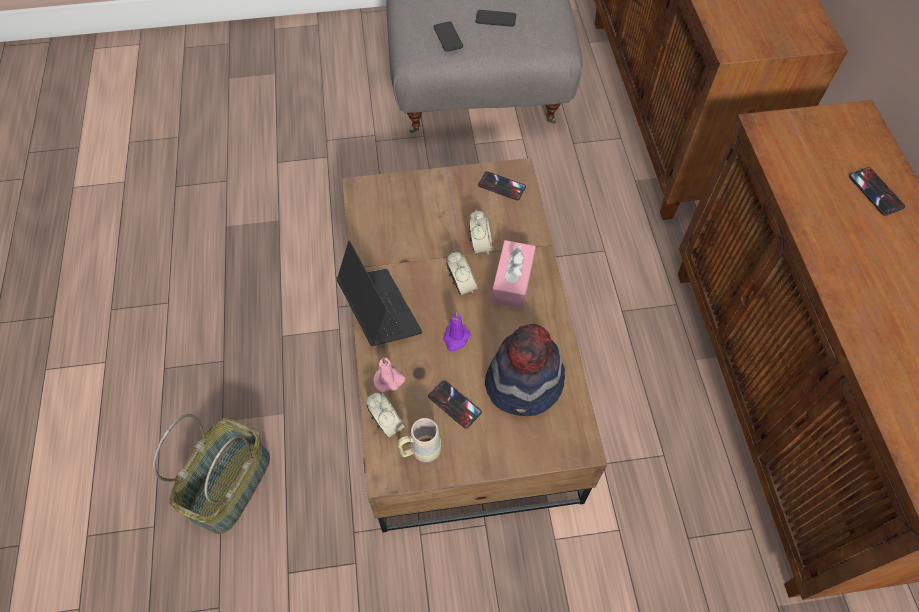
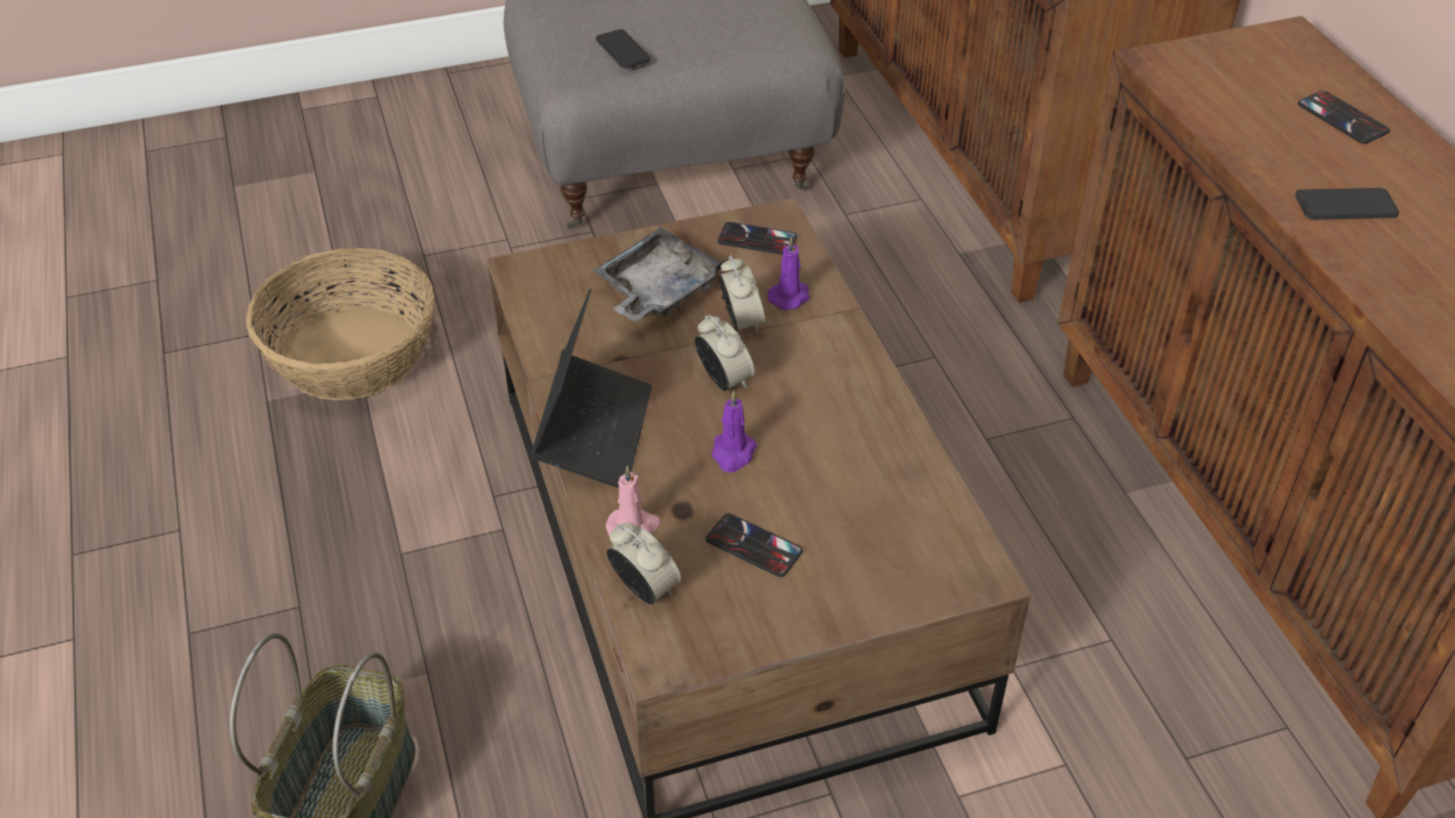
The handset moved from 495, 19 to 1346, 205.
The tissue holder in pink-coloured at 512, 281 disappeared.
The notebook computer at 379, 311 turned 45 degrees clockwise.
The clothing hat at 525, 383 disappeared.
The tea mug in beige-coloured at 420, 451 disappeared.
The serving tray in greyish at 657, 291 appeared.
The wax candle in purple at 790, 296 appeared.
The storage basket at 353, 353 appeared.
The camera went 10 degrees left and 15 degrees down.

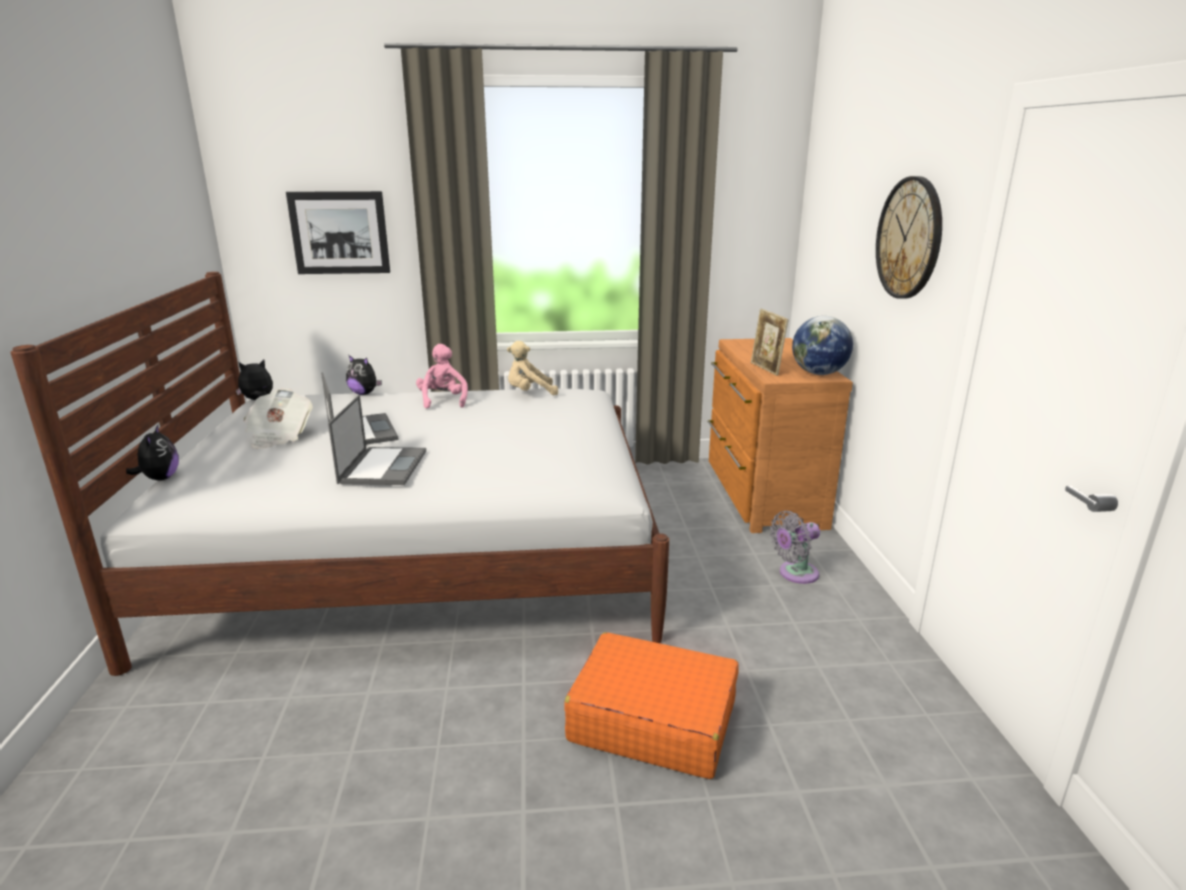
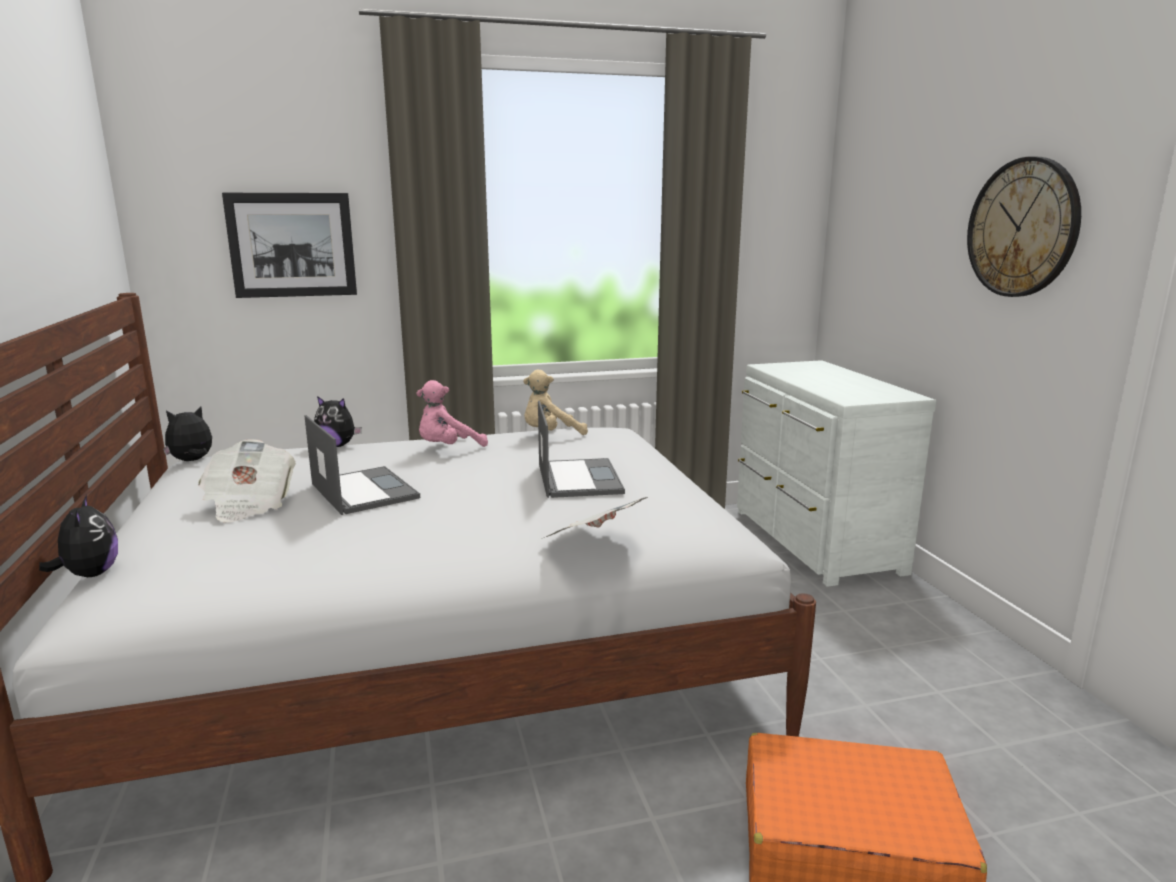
The picture frame at 766, 369 disappeared.
The world globe at 818, 373 disappeared.
The dresser in brownish at 761, 495 became the dresser in white-coloured at 812, 541.
The soft toy in pink-coloured at 443, 401 turned 105 degrees counterclockwise.
The notebook computer moved from 383, 466 to 578, 478.
The fan in greyish at 795, 574 disappeared.
The newspaper at 593, 544 appeared.
The camera went 10 degrees left and 5 degrees down.

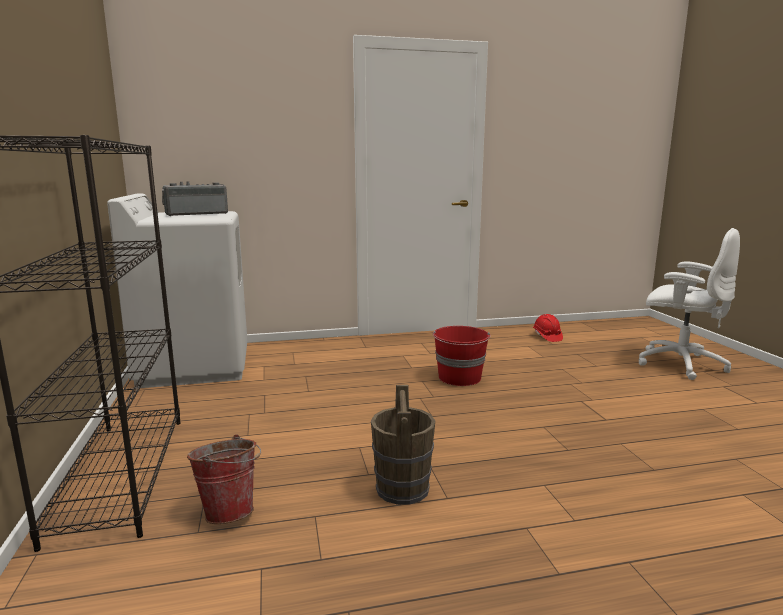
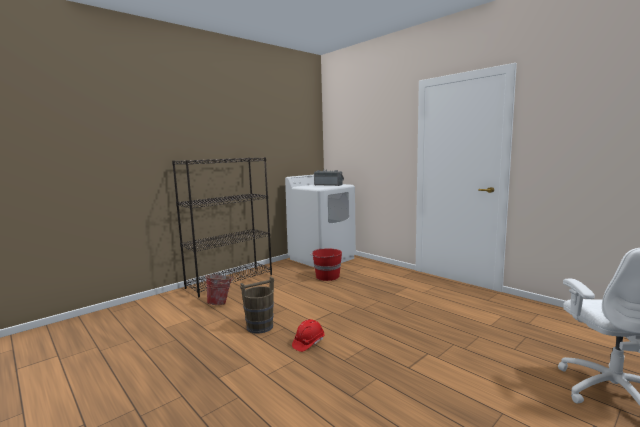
The hard hat in red moved from 547, 336 to 308, 343.
The pail in red moved from 460, 378 to 327, 277.
The camera went 60 degrees right and 5 degrees down.

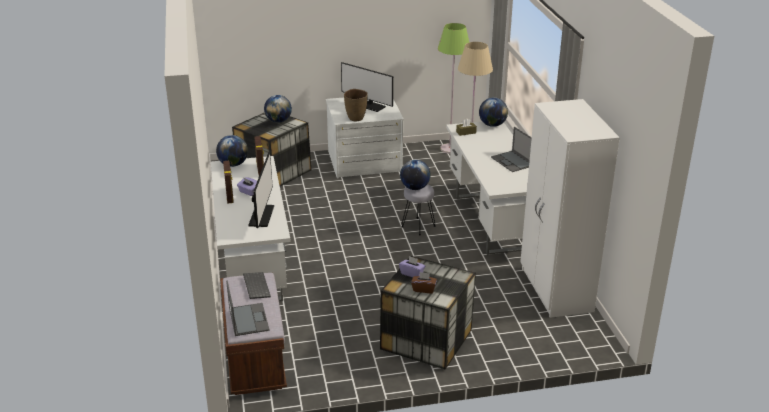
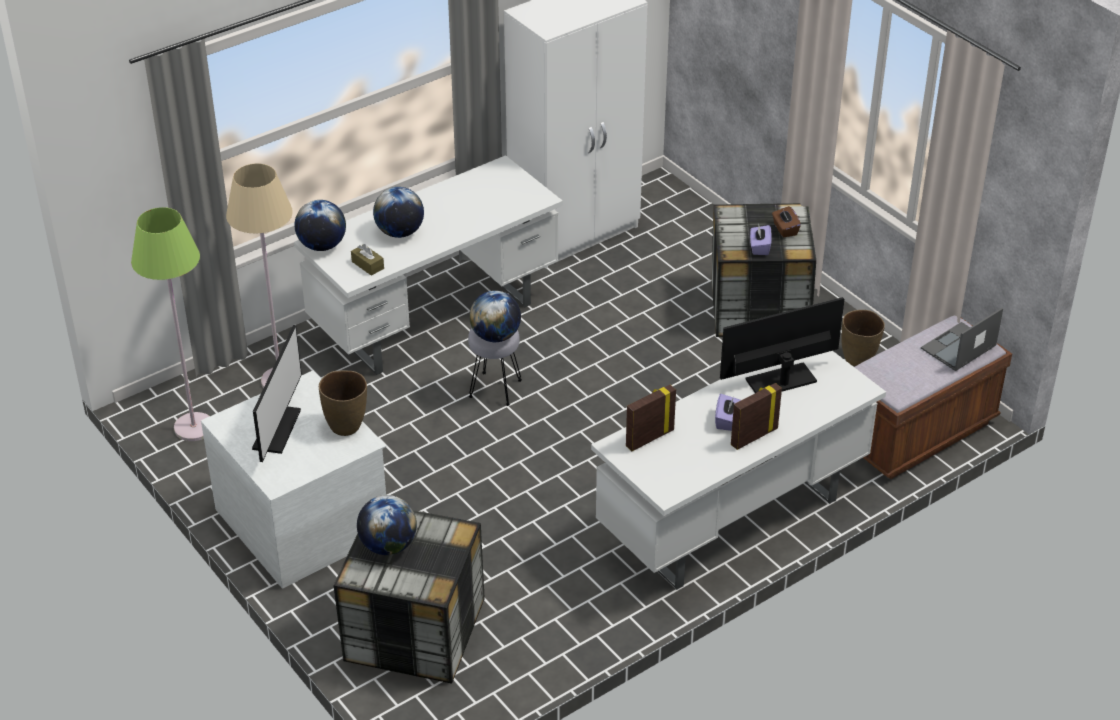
The notebook computer at 513, 162 disappeared.
The world globe moved from 233, 164 to 400, 232.
The keyboard at 255, 286 disappeared.
The vase in brownish at 858, 359 appeared.
The camera went 115 degrees left and 10 degrees up.

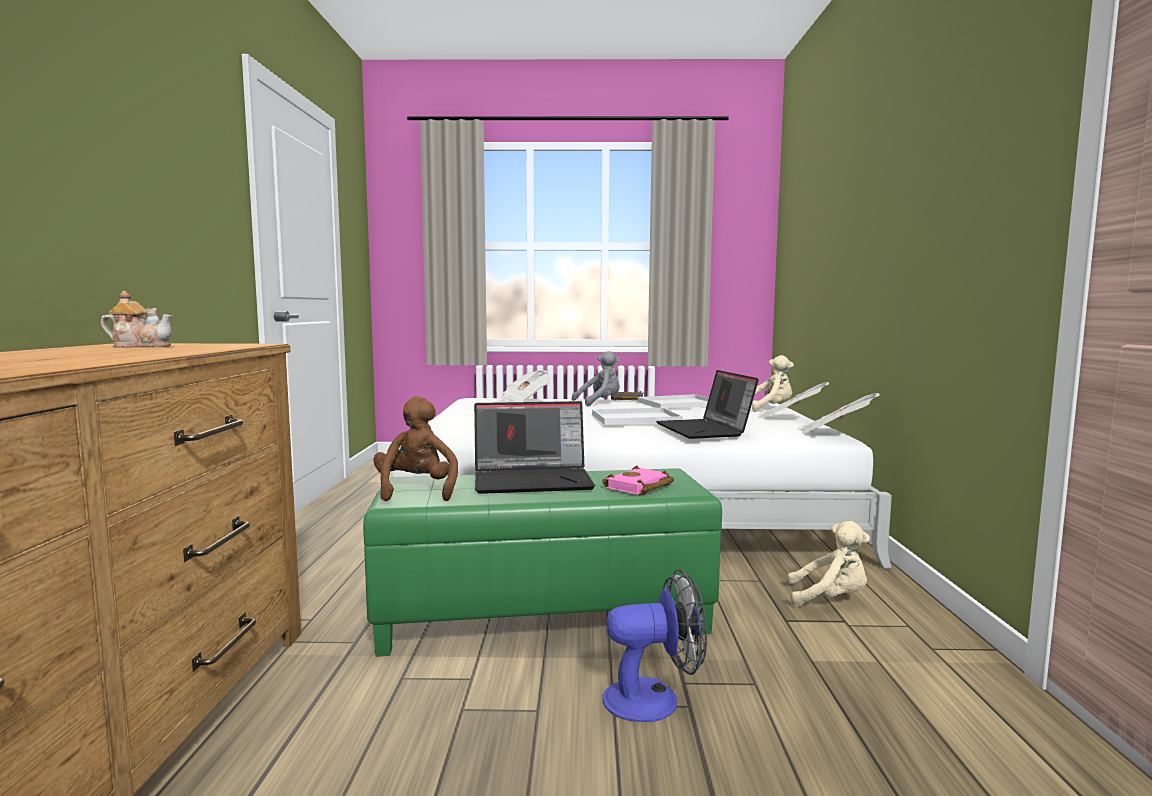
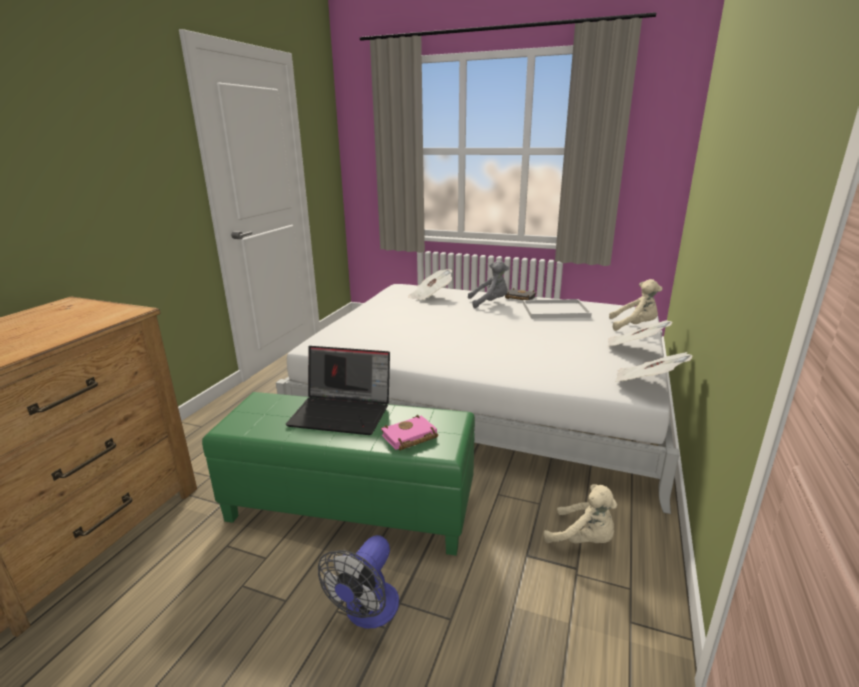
The tea pot at 141, 346 disappeared.
The notebook computer at 705, 430 disappeared.
The soft toy in brownish at 416, 491 disappeared.
The serving tray in white-coloured at 634, 418 disappeared.
The fan at 654, 699 turned 105 degrees clockwise.
The camera went 20 degrees right and 15 degrees up.

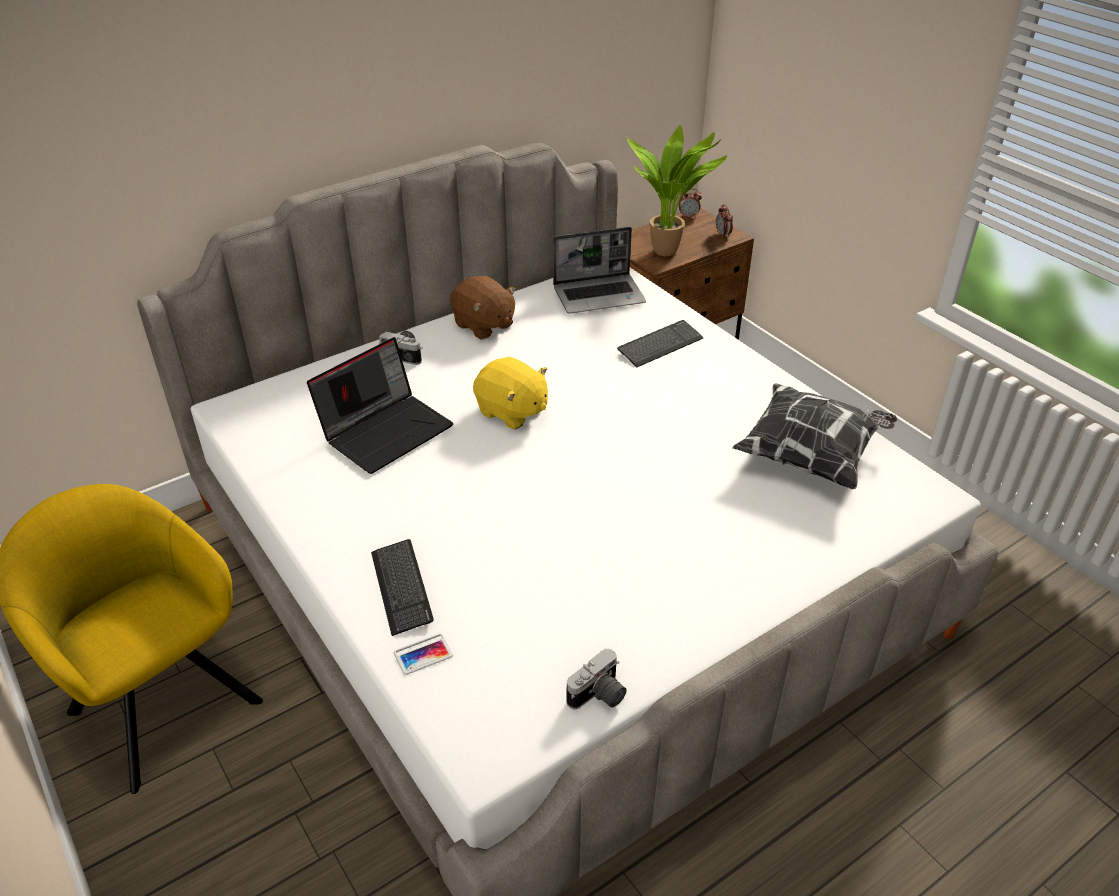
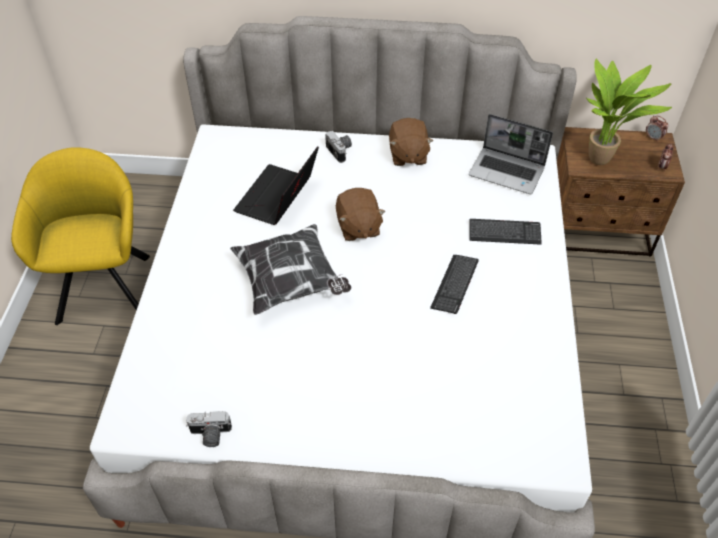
The notebook computer at 386, 430 turned 120 degrees clockwise.
The soft toy in yellow at 512, 411 became the soft toy in brownish at 358, 227.
The pillow moved from 811, 455 to 291, 283.
The keyboard moved from 401, 588 to 454, 285.
The handset at 423, 654 disappeared.
The camera went 40 degrees right and 10 degrees up.

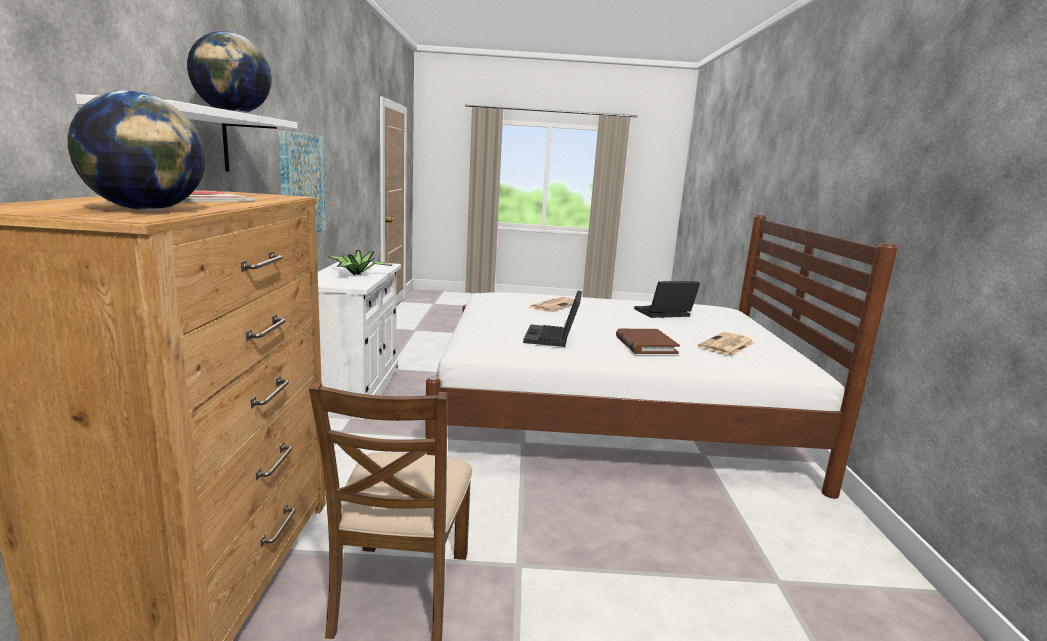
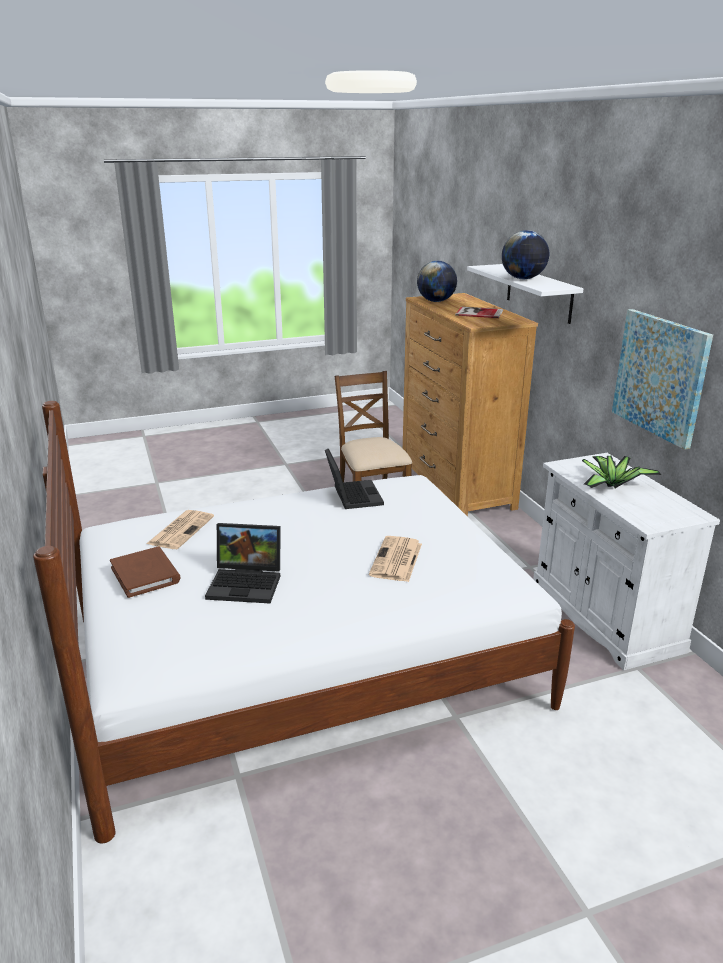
The notebook computer at 663, 314 turned 45 degrees clockwise.
The book in brownish moved from 645, 345 to 145, 575.
The camera went 160 degrees right and 10 degrees up.

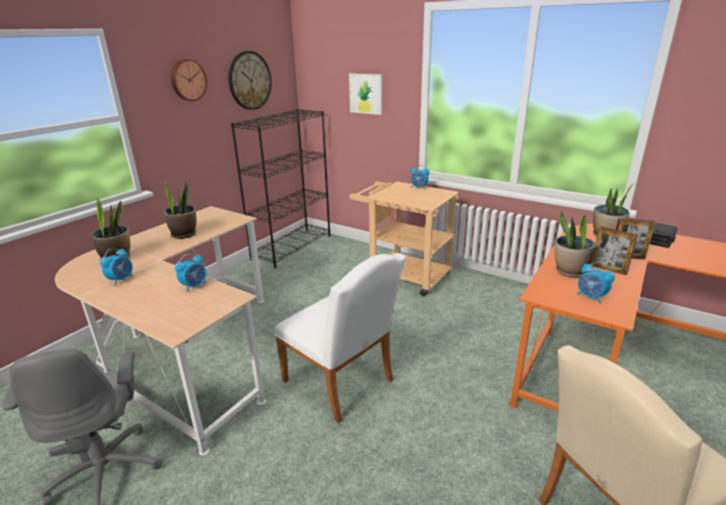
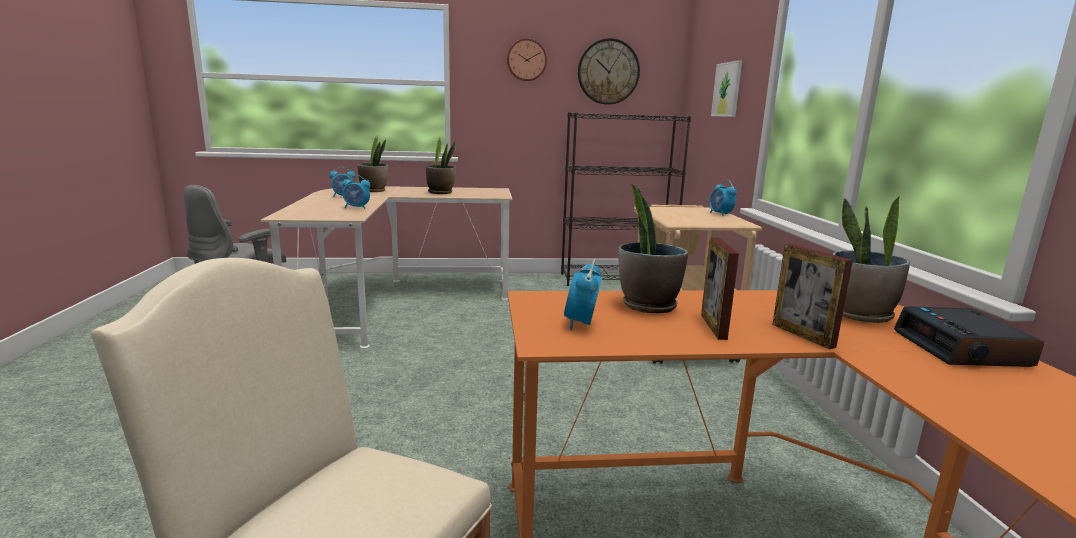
The plain chair in white-coloured at 342, 384 disappeared.
The camera went 50 degrees right and 10 degrees down.

